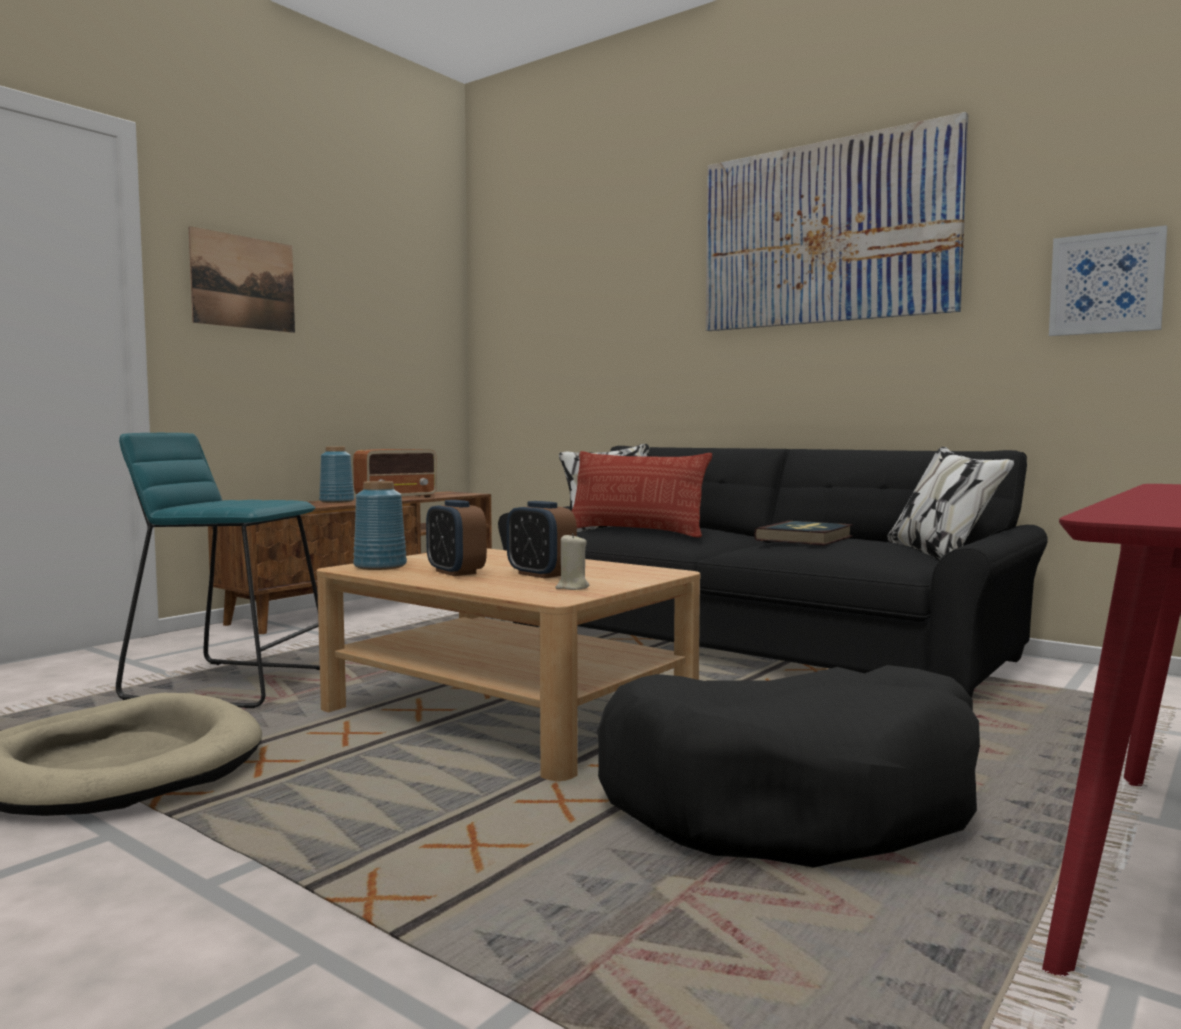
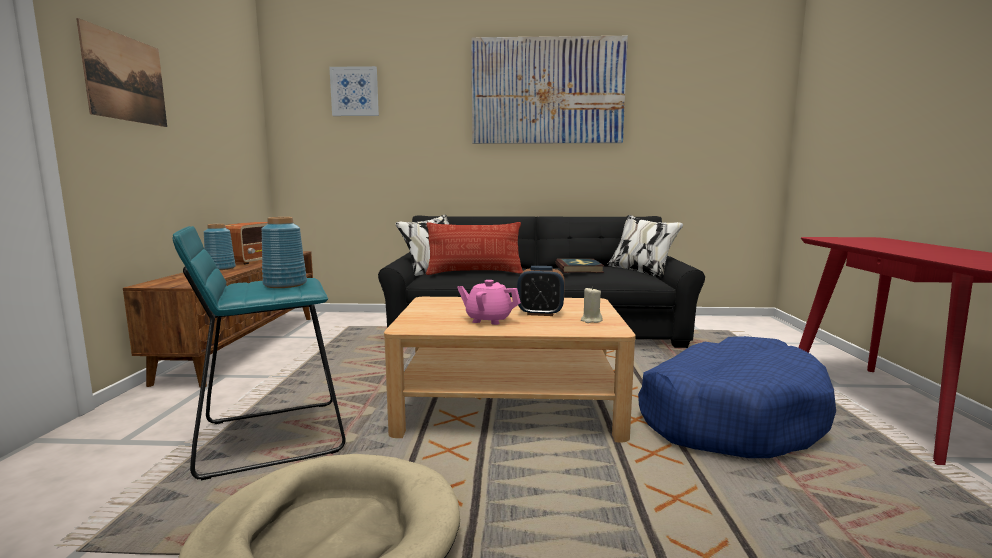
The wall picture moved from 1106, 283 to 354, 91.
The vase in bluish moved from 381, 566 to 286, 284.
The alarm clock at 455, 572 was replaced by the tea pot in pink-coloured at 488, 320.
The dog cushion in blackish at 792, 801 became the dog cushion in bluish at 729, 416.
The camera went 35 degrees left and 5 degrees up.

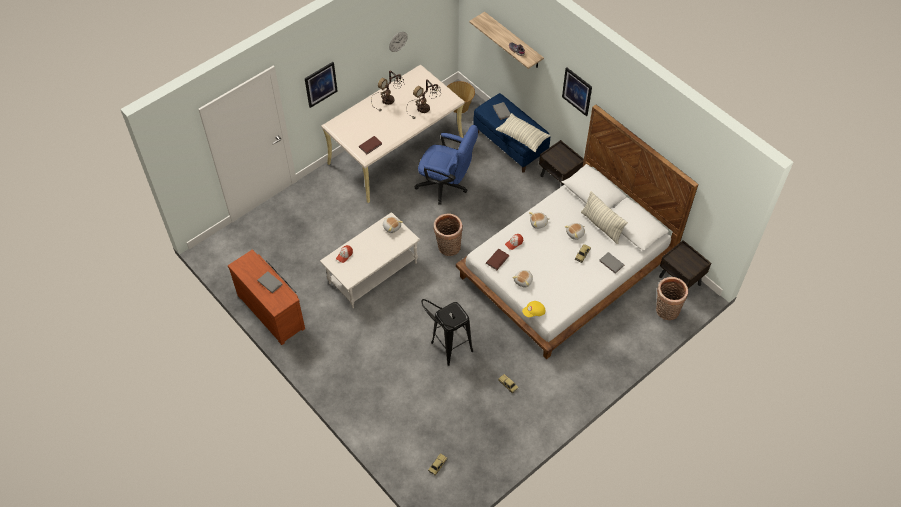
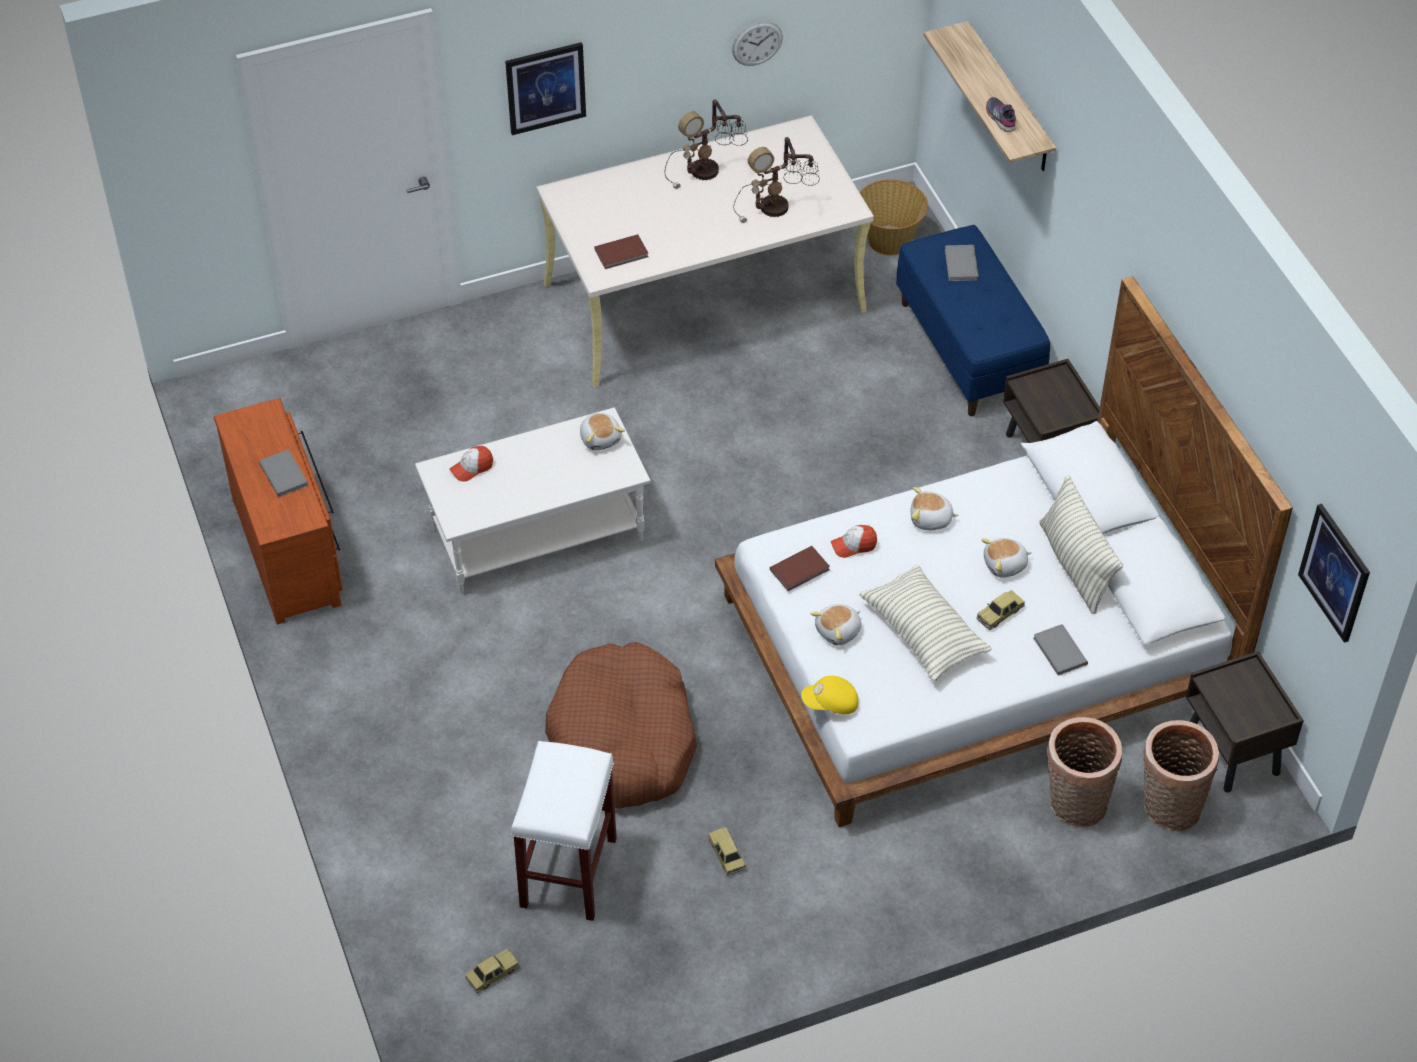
The wall picture moved from 577, 91 to 1335, 572.
The pillow moved from 522, 137 to 923, 633.
The computer chair in bluish at 446, 186 disappeared.
The storage basket moved from 448, 248 to 1074, 805.
The sitting stool in blackish at 446, 350 was replaced by the dog cushion in brownish at 623, 740.
The sitting stool in white-coloured at 568, 871 appeared.
The camera went 20 degrees right and 5 degrees down.

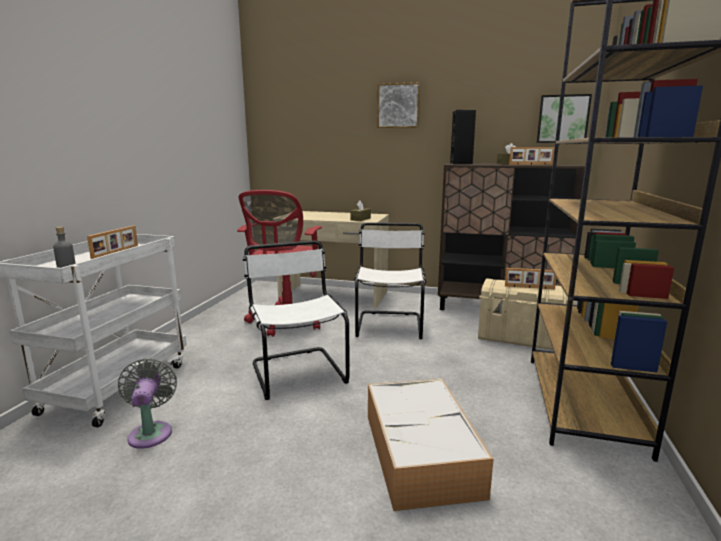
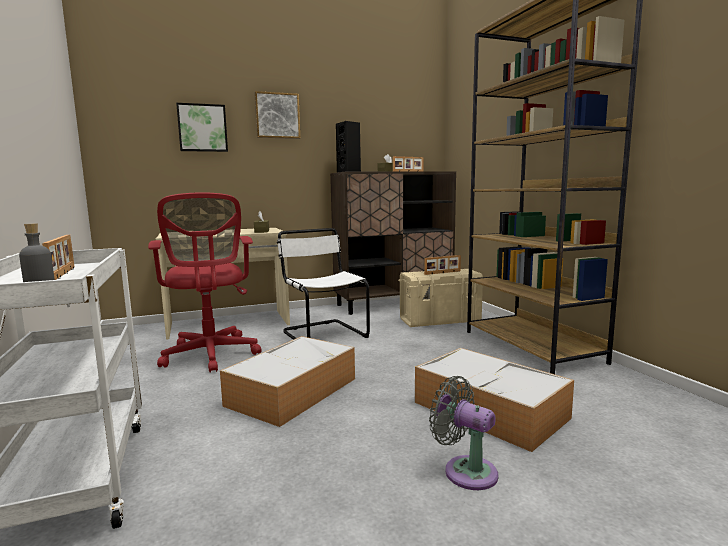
The wall picture moved from 562, 119 to 202, 128.
The plain chair in white-coloured at 297, 371 was replaced by the storage container at 293, 391.
The fan in greyish moved from 151, 432 to 465, 470.
The camera went 35 degrees left and 5 degrees down.

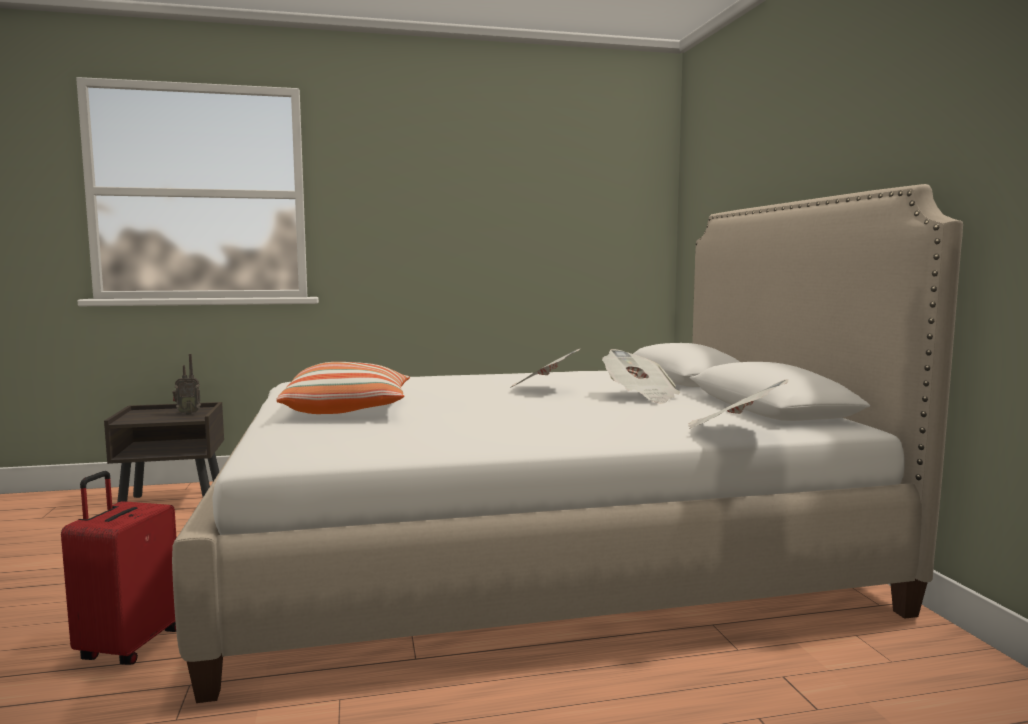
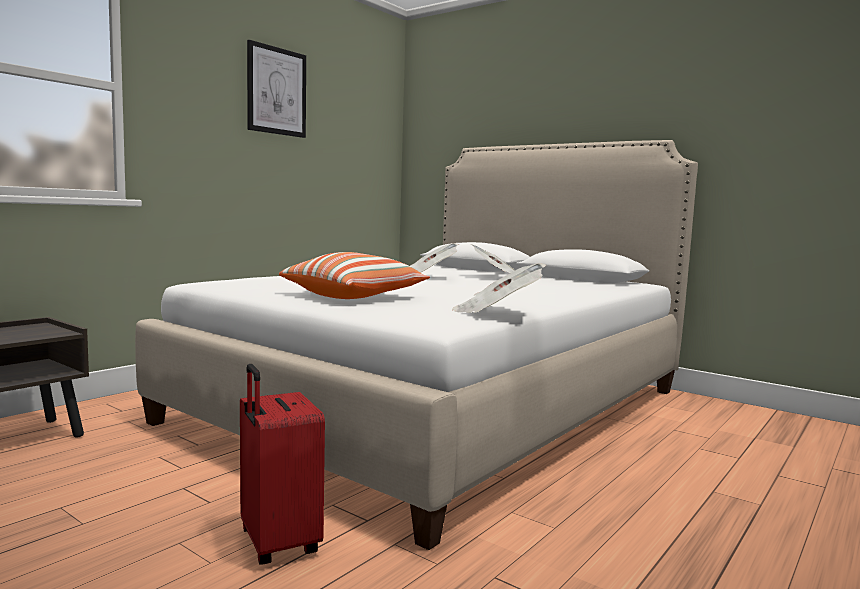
The radio set at 188, 414 disappeared.
The newspaper moved from 731, 432 to 497, 313.
The wall picture at 276, 91 appeared.
The camera went 40 degrees left and 0 degrees up.

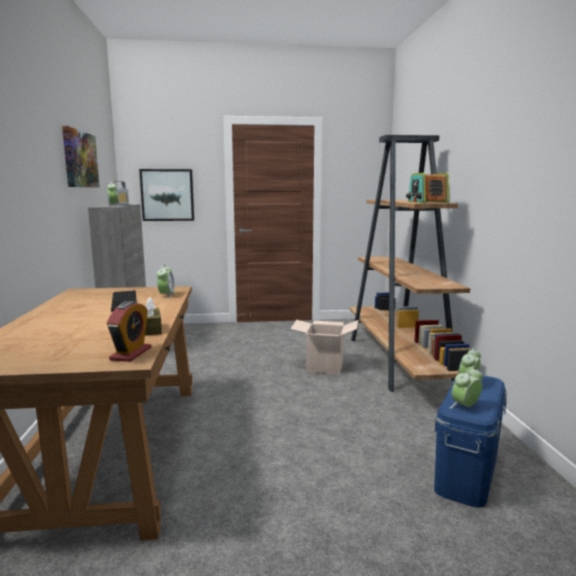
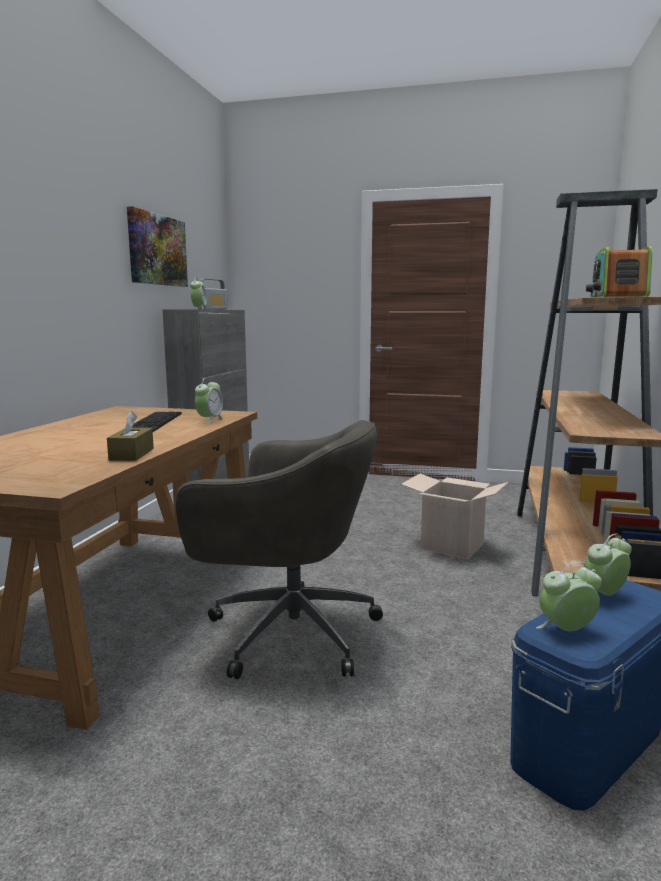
The wall picture at 167, 195 disappeared.
The alarm clock at 131, 353 disappeared.
The computer chair in greyish at 288, 631 appeared.
The camera went 20 degrees right and 0 degrees up.

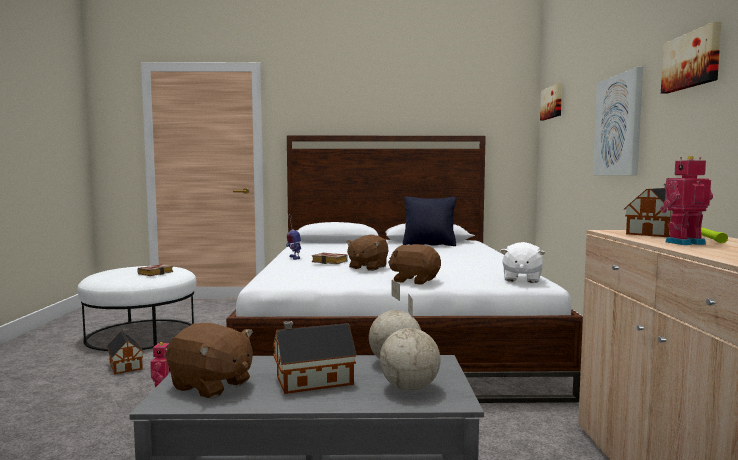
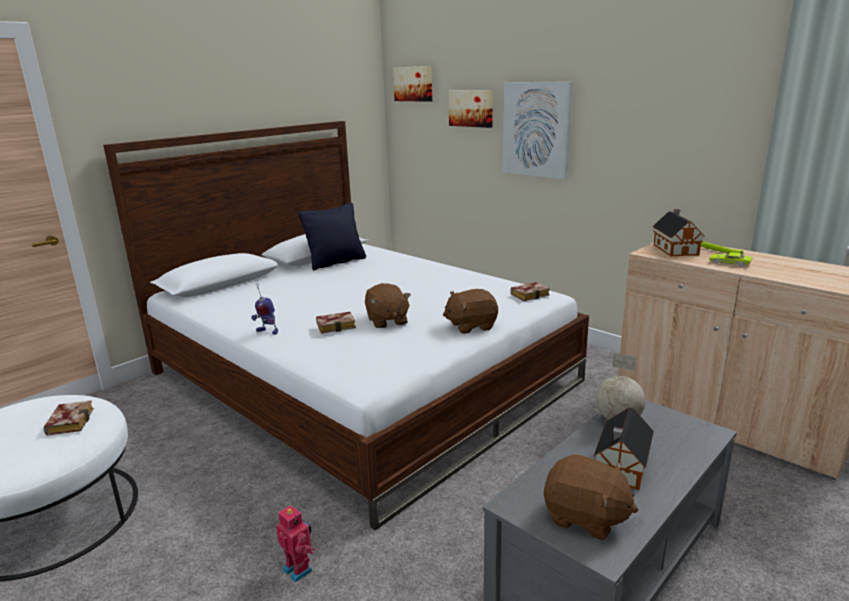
The wall picture moved from 692, 60 to 471, 108.
The model robot at 683, 243 was replaced by the toy car in green-coloured at 730, 263.
The soft toy in white-coloured at 521, 279 was replaced by the book at 530, 294.
The world globe at 410, 388 disappeared.
The soft toy in brownish at 211, 385 turned 45 degrees clockwise.
The model house at 126, 365 disappeared.
The camera went 45 degrees left and 15 degrees up.

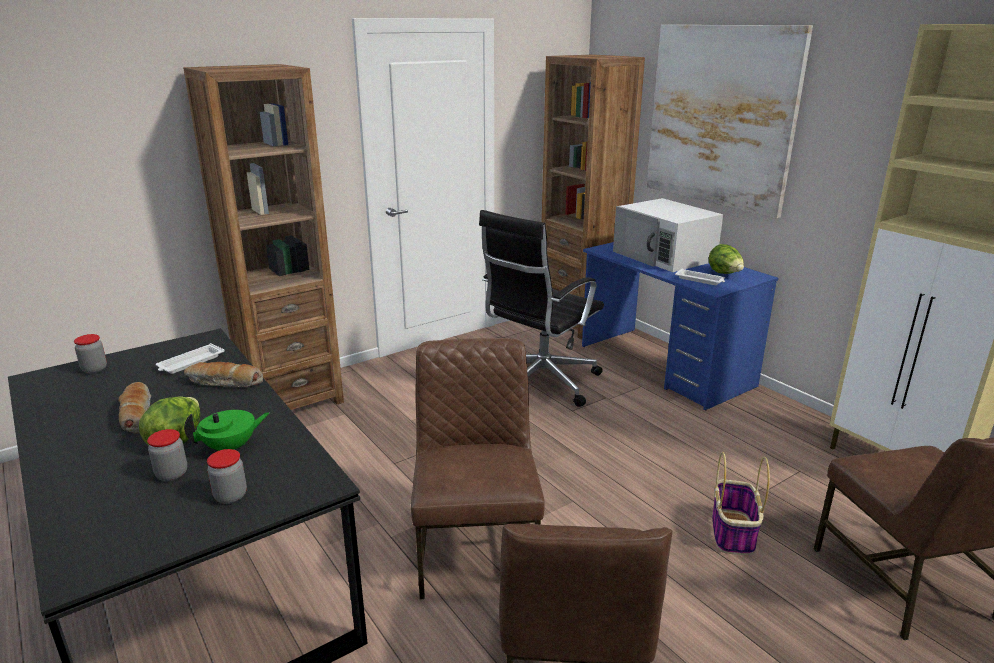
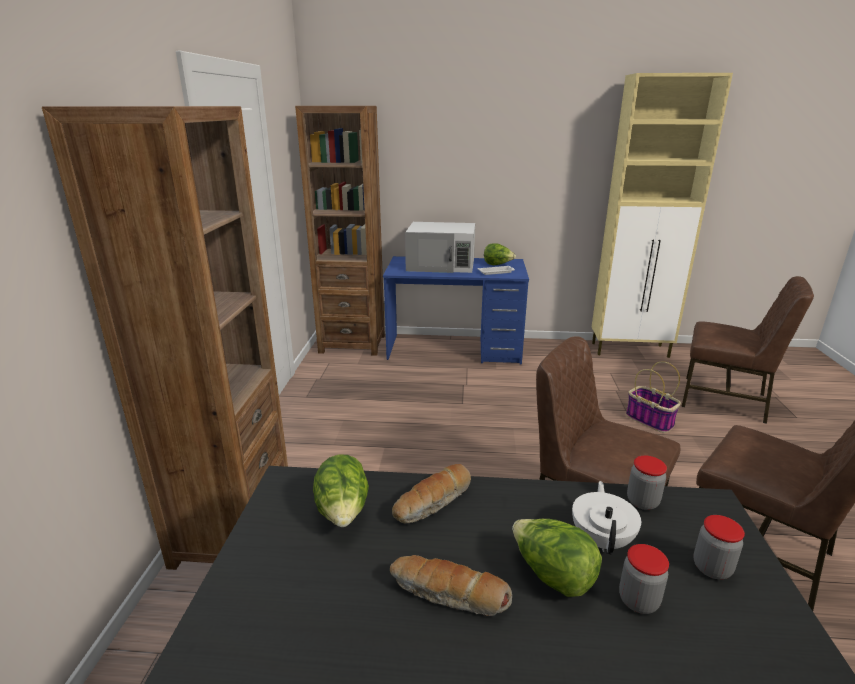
The wall picture at 720, 117 disappeared.
The computer chair in blackish at 539, 383 disappeared.
The jar moved from 94, 369 to 642, 501.
The serving tray in white-coloured at 190, 363 was replaced by the lettuce at 343, 513.
The tea pot in green-coloured at 231, 447 became the tea pot in white-coloured at 602, 539.
The camera went 50 degrees left and 0 degrees up.

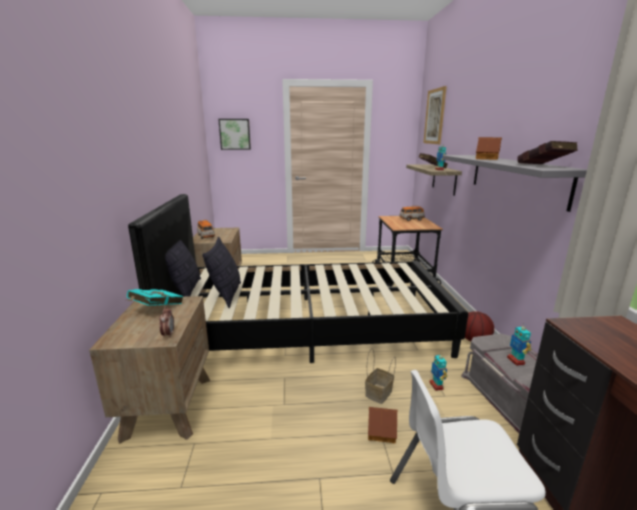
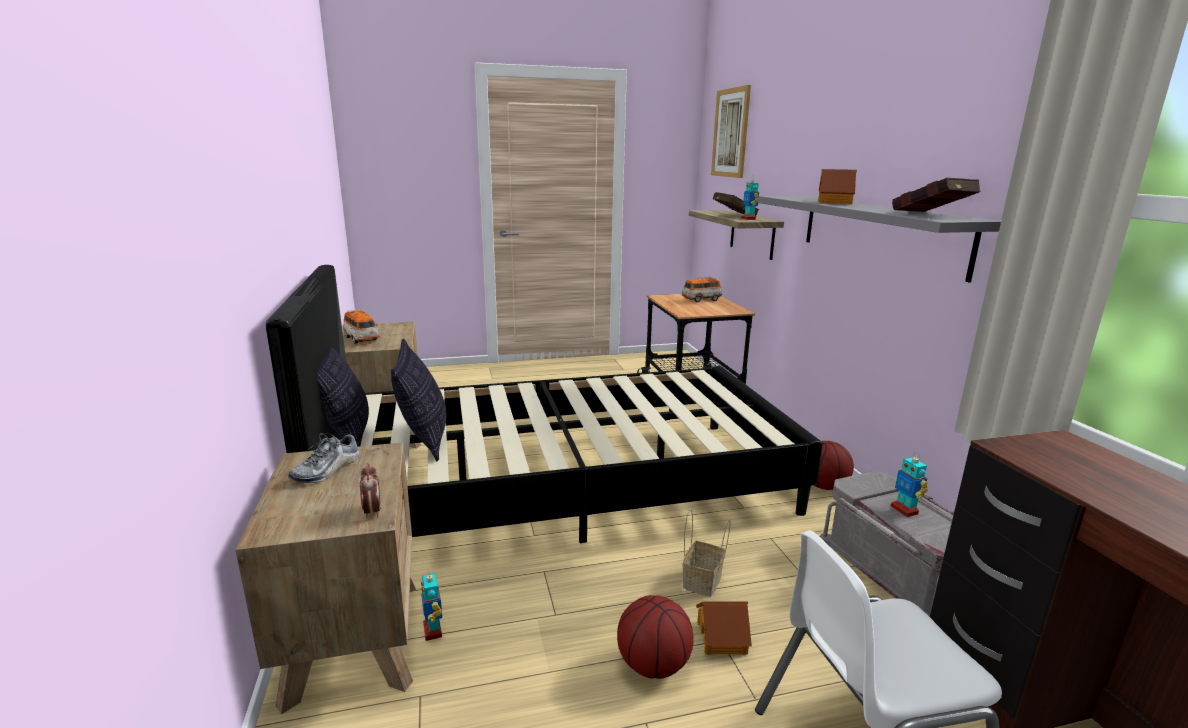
The wall picture at 235, 134 disappeared.
The book in blue-green at 155, 309 was replaced by the item of footwear at 327, 470.
The model robot moved from 436, 386 to 433, 630.
The ball for basketball at 653, 664 appeared.
The camera went 10 degrees left and 0 degrees up.

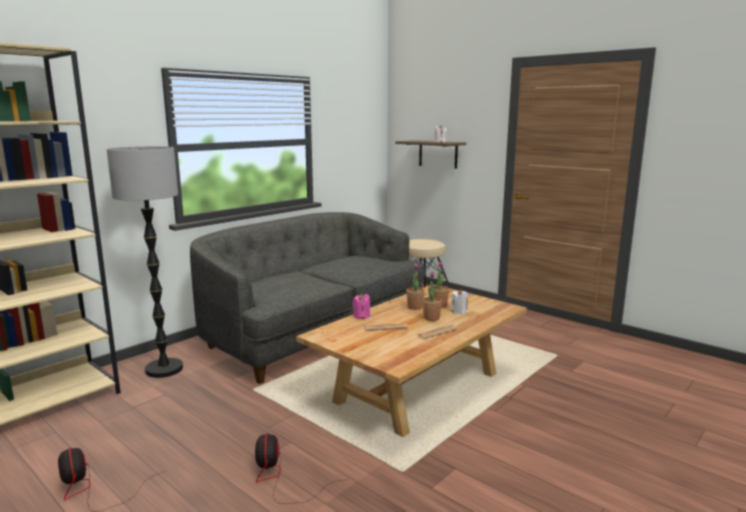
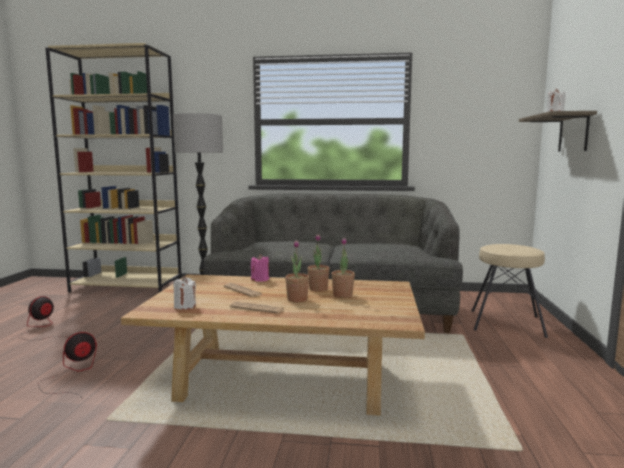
The wax candle in white-coloured moved from 459, 311 to 185, 306.
The camera went 55 degrees right and 5 degrees down.

